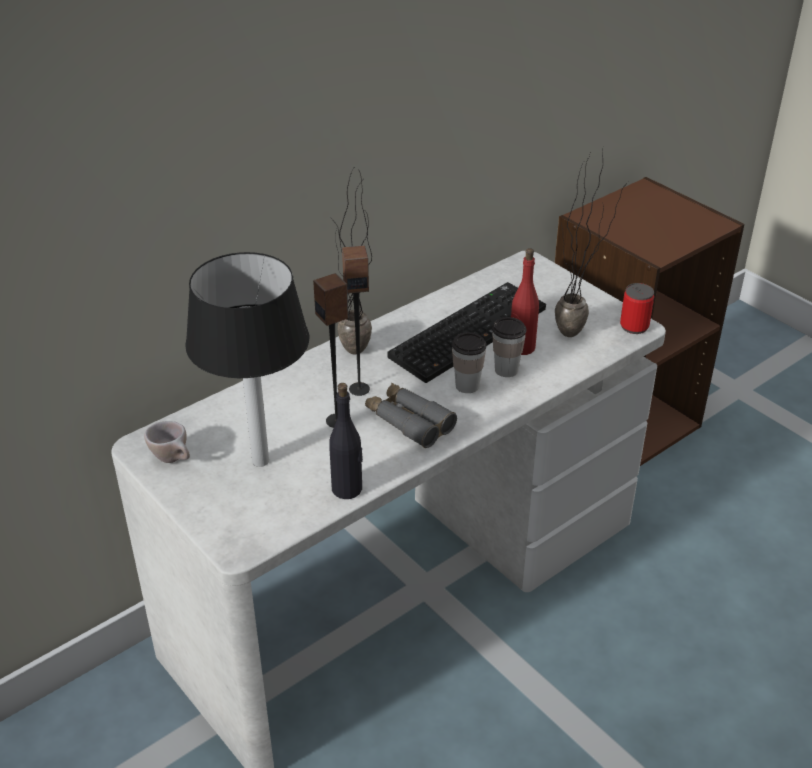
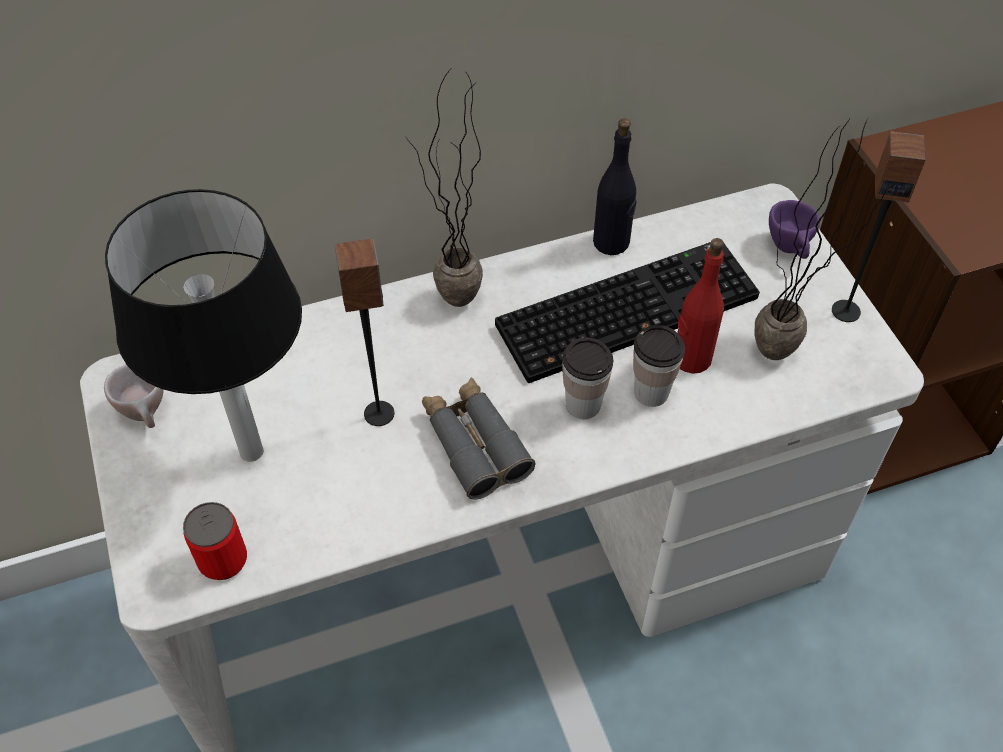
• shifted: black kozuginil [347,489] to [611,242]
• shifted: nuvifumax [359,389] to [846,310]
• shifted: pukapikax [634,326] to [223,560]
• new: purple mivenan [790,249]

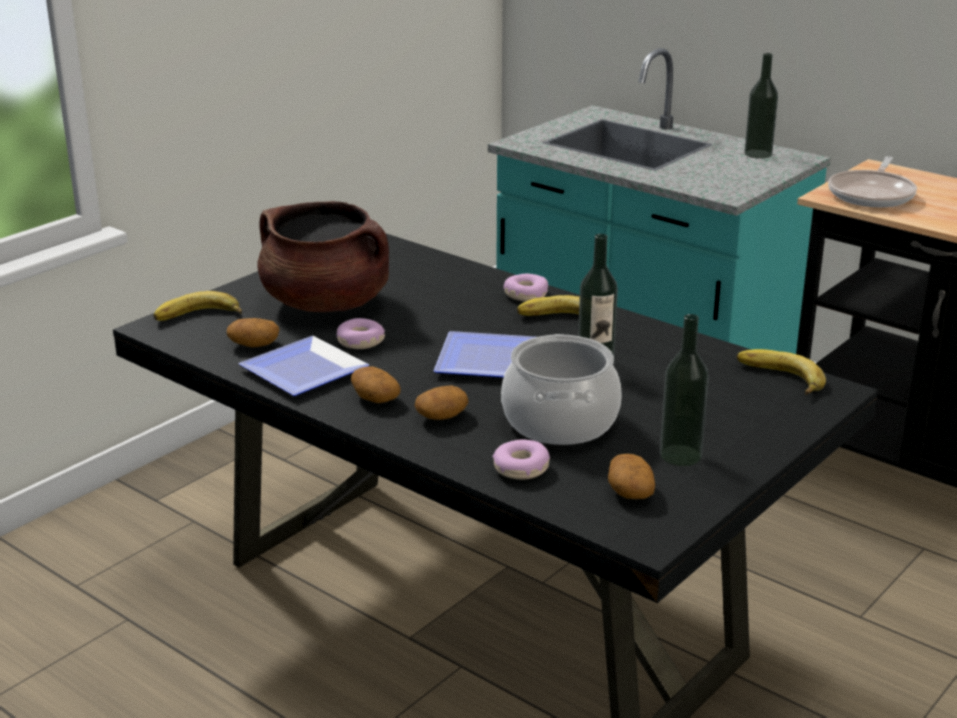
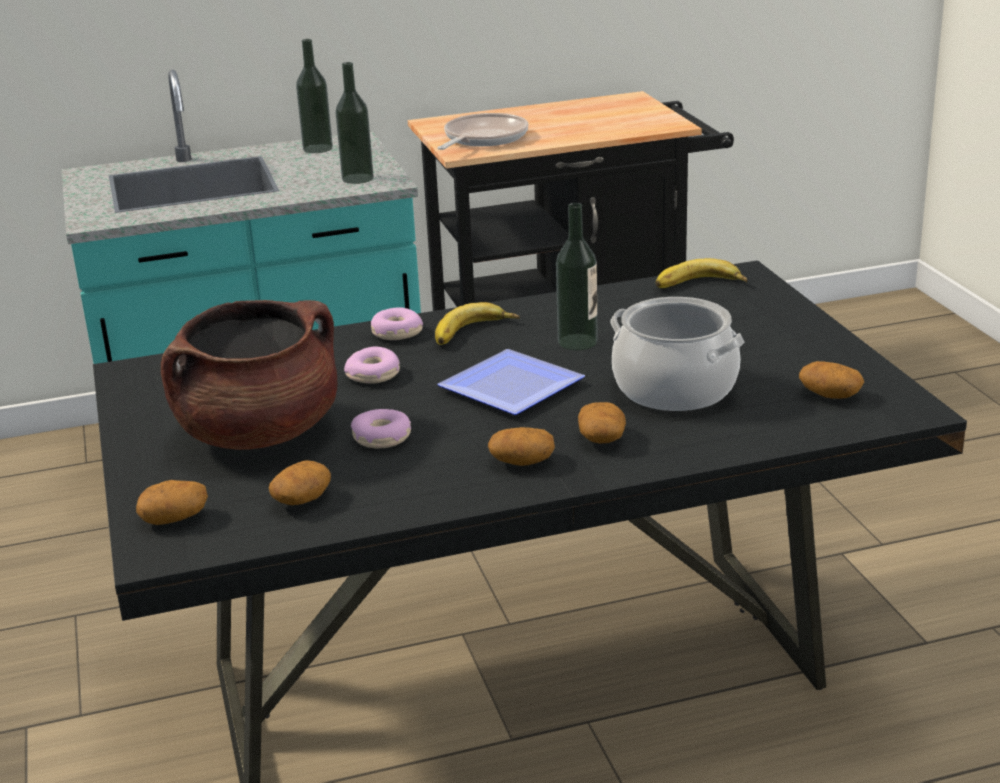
• swapped: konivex [199,317] to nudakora [175,517]
• gone: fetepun [308,371]
• shifted: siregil [521,469] to [374,375]
• shifted: kozuginil [680,455] to [357,178]
• rotated: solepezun [872,194] = [483,139] 120 degrees counterclockwise

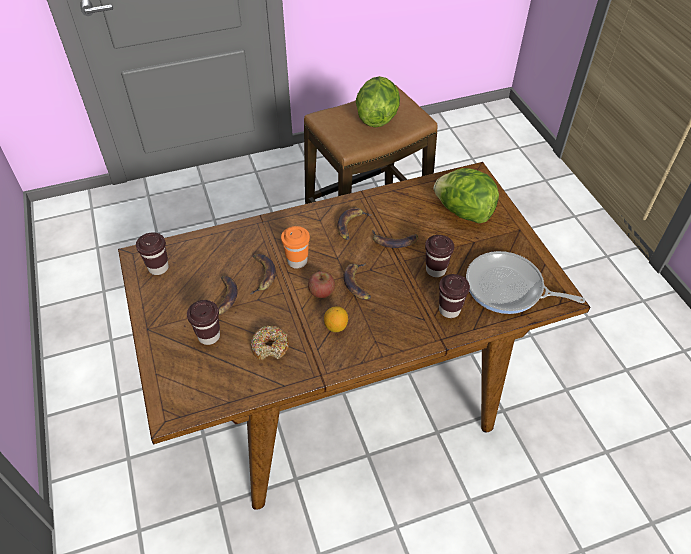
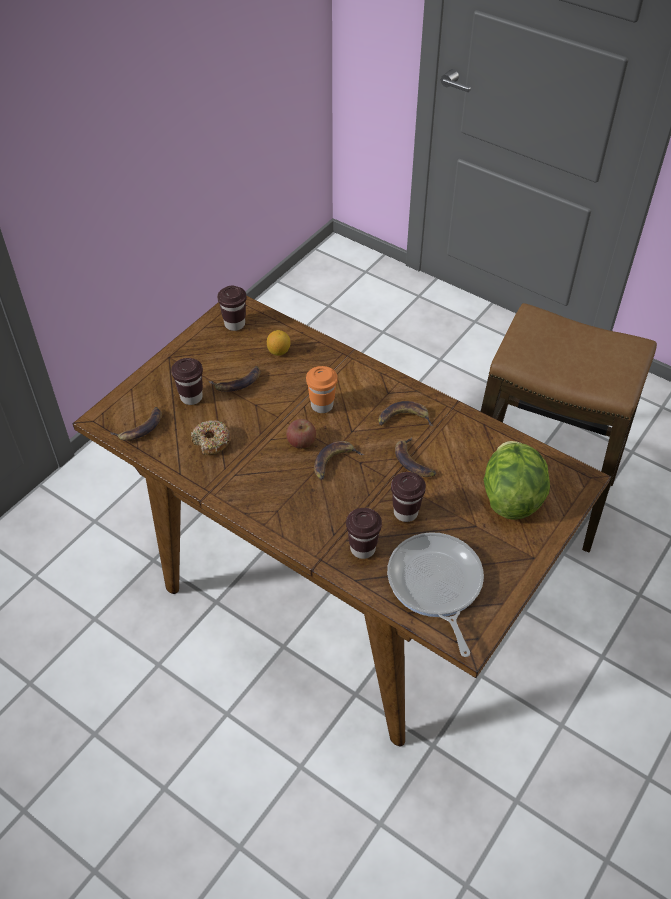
• shifted: konivex [262,274] to [141,428]
• shifted: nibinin [336,326] to [279,351]
• gone: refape [376,117]

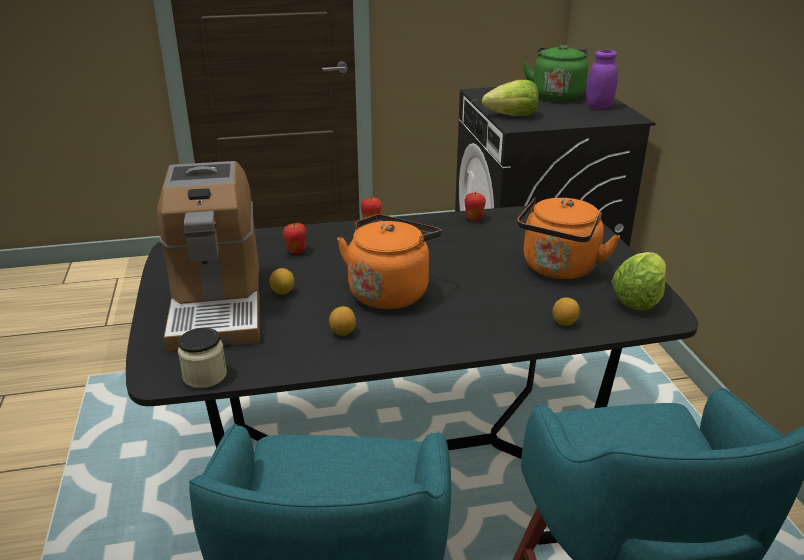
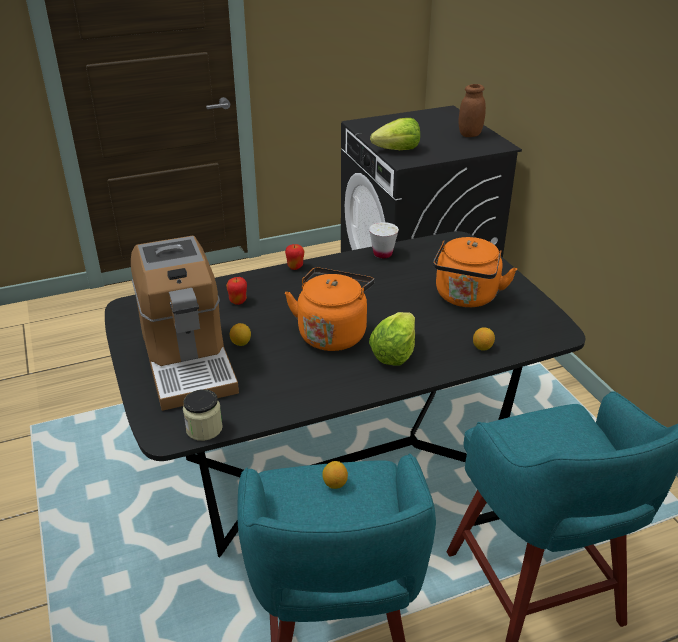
• shifted: nibinin [343,332] to [335,484]
• swapped: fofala [474,218] to white mivenan [382,254]
• gone: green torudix [557,95]
• repainted: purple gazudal [599,107] to brown gazudal [470,134]
• shifted: refape [638,299] to [394,353]

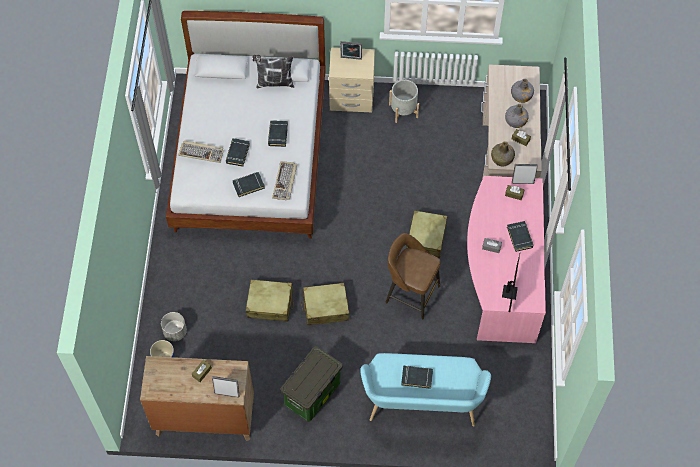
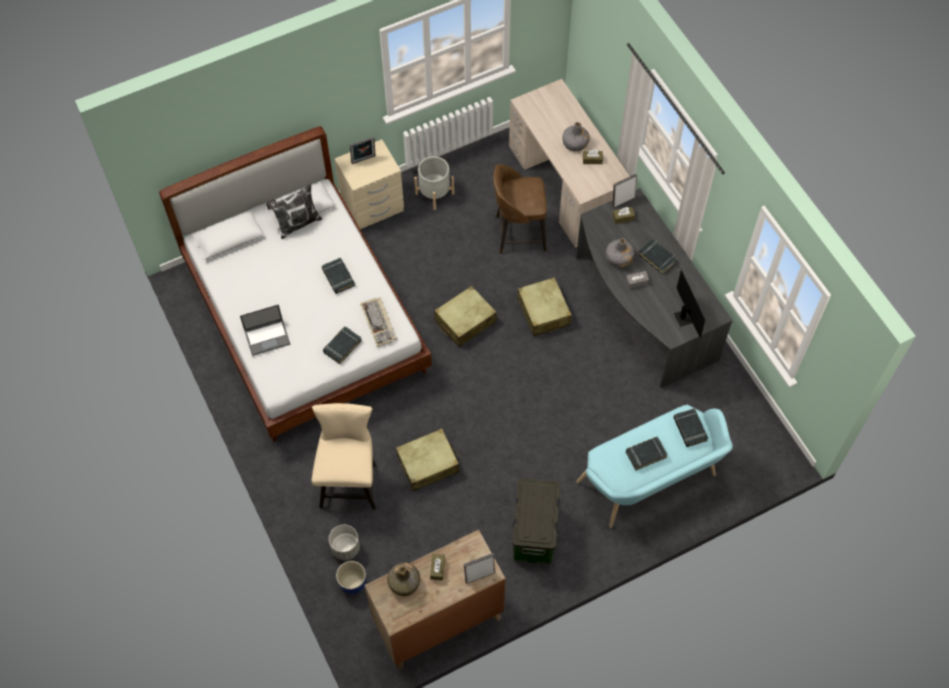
• swapped: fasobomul [201,152] to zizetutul [267,336]
• shifted: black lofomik [237,153] to [689,429]
• shifted: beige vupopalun [325,308] to [465,321]
• shifted: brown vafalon [411,293] to [518,233]
• repainted: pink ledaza [501,274] to grey ledaza [641,310]
• shifted: green kozuginil [502,159] to [404,583]
• shifted: grey kozuginil [521,96] to [618,258]
• new: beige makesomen [349,480]

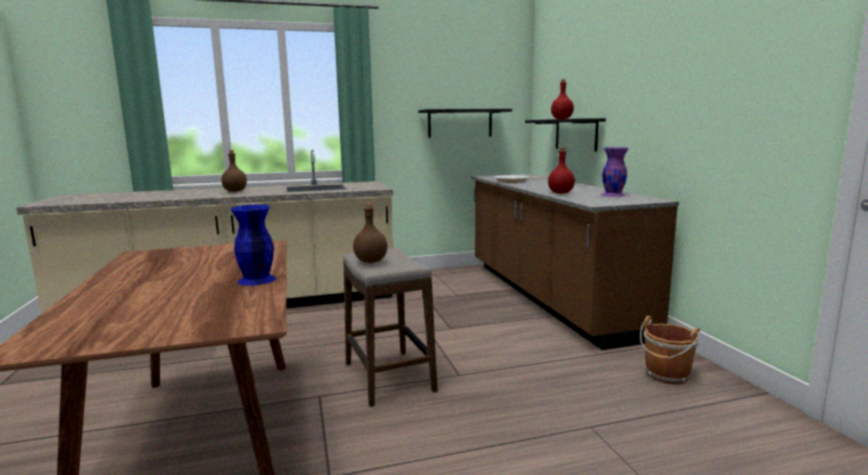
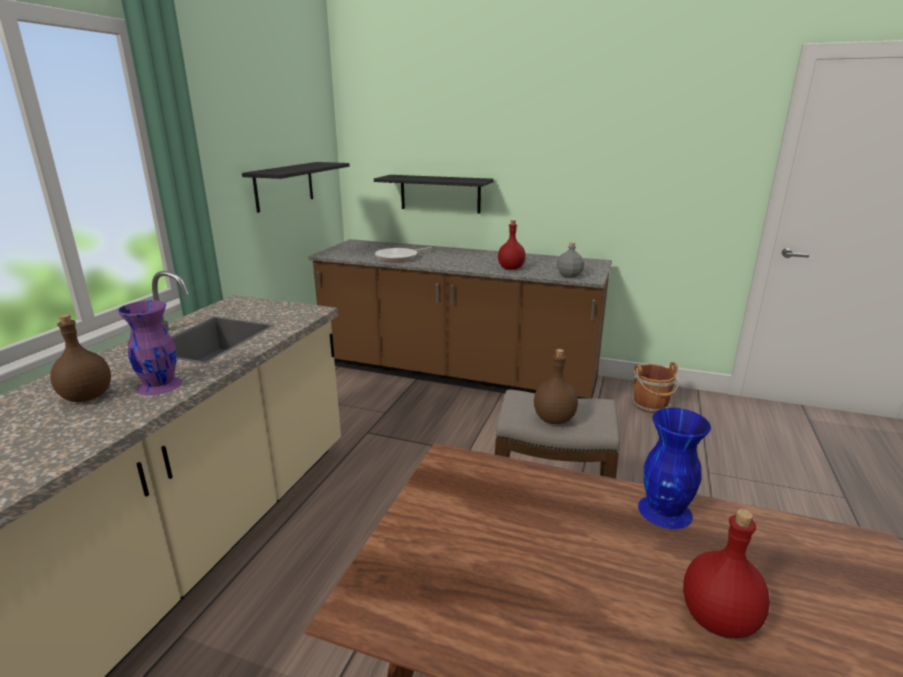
• shifted: red kozuginil [561,119] to [717,620]
• shifted: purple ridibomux [613,195] to [160,385]
• new: grey kozuginil [569,276]

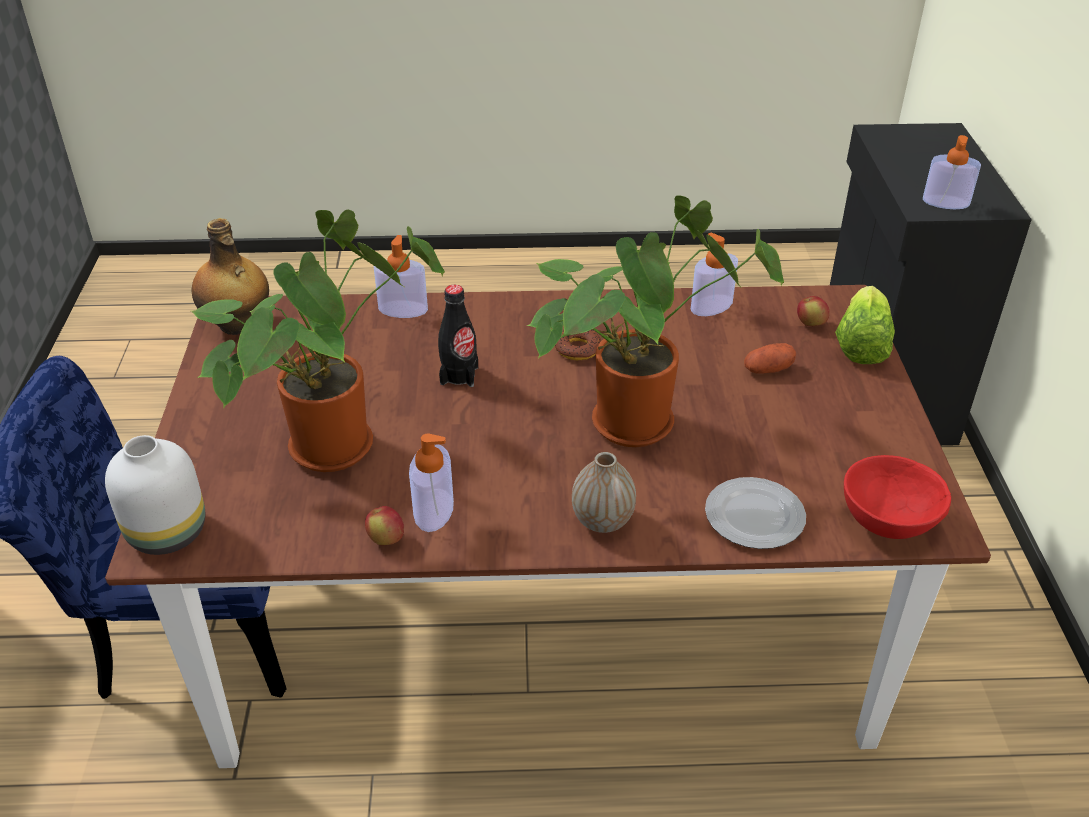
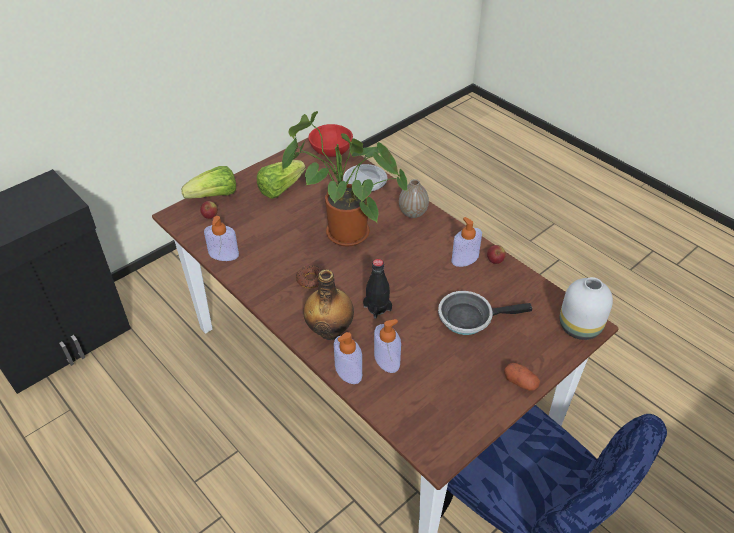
• swapped: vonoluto [335,441] to solepezun [469,317]
• shifted: kozuginil [237,325] to [330,330]
• shifted: nudakora [768,369] to [520,382]
• shifted: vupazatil [945,202] to [387,359]
• new: refape [280,188]

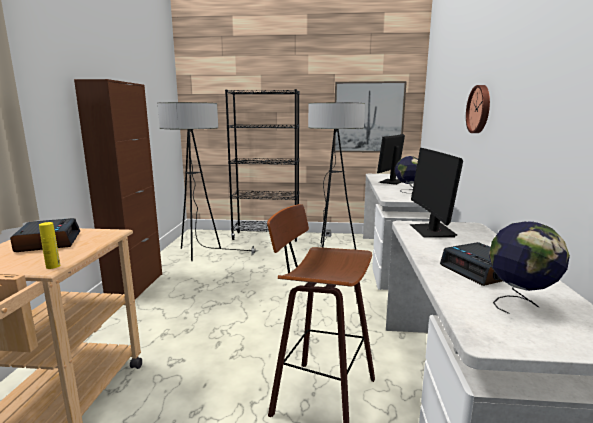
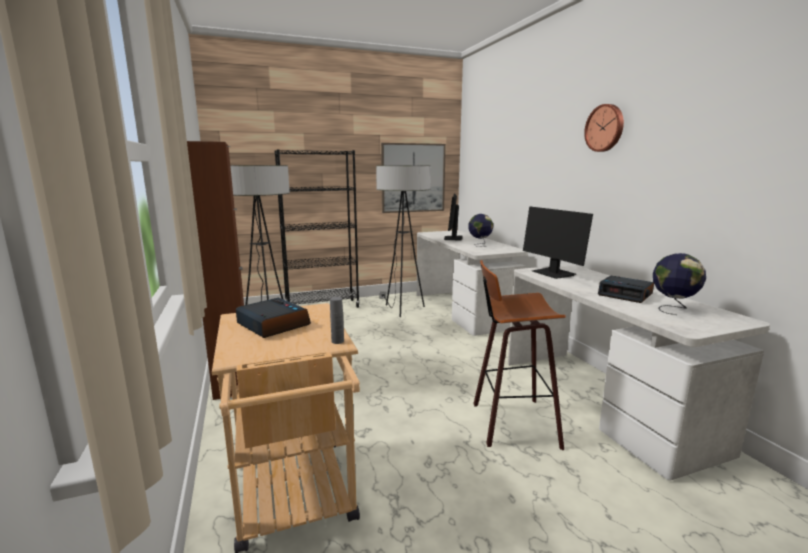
• repainted: yellow kozuginil [53,266] to grey kozuginil [337,341]
• shifted: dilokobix [480,109] to [605,128]

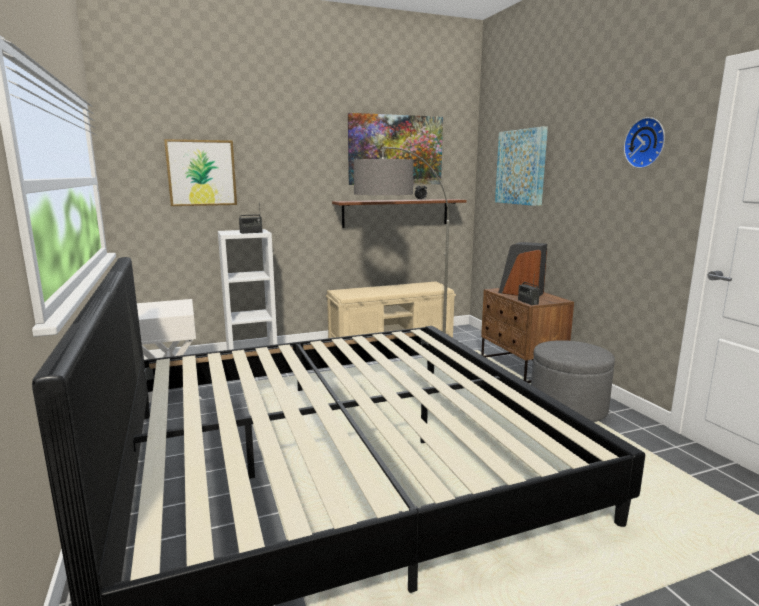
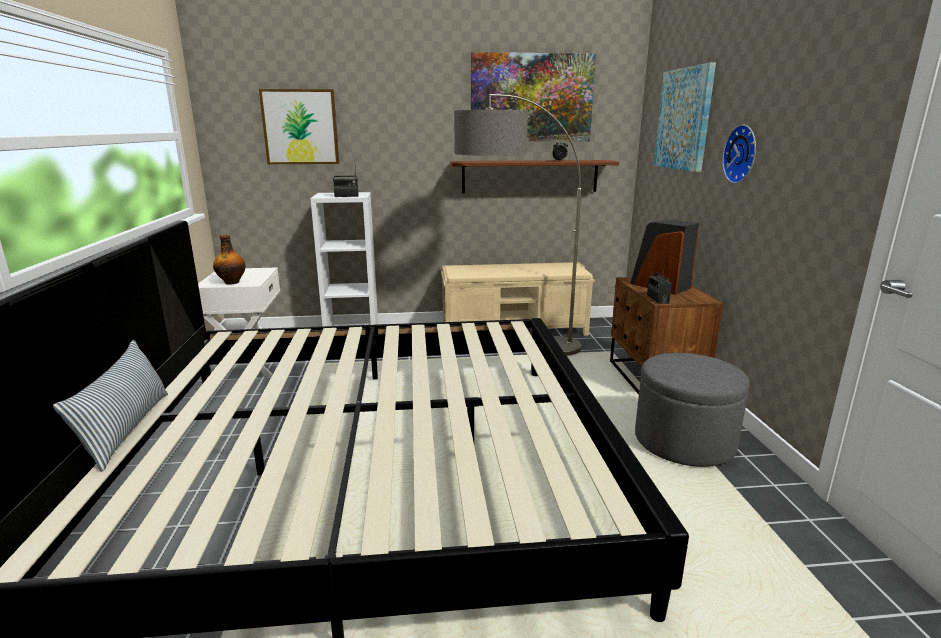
• shifted: dilokobix [646,143] to [743,154]
• new: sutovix [127,429]
• new: kozuginil [232,282]

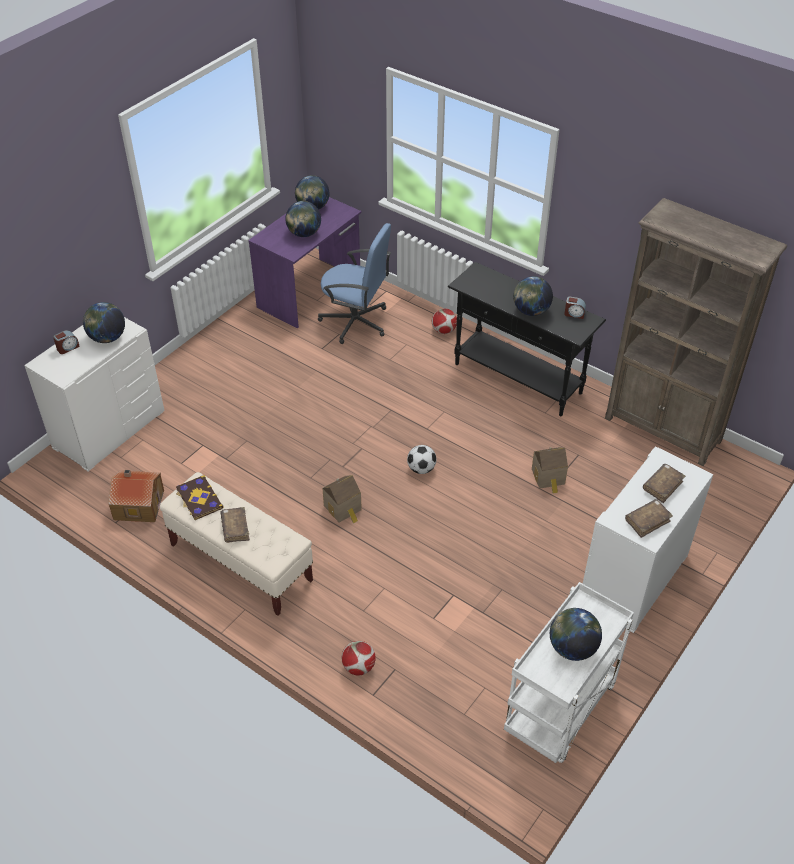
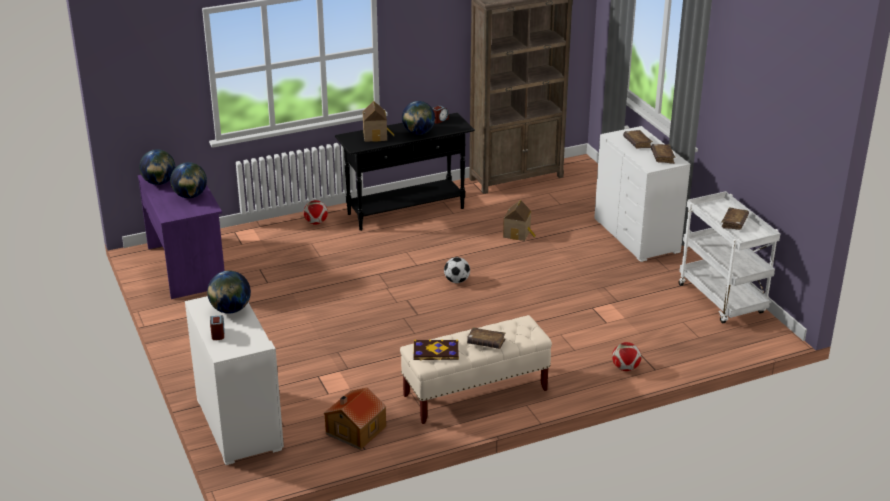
• gone: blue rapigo [356,322]
• shifted: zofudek [344,509] to [376,136]
• swapped: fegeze [572,648] to brown lofomik [734,223]

